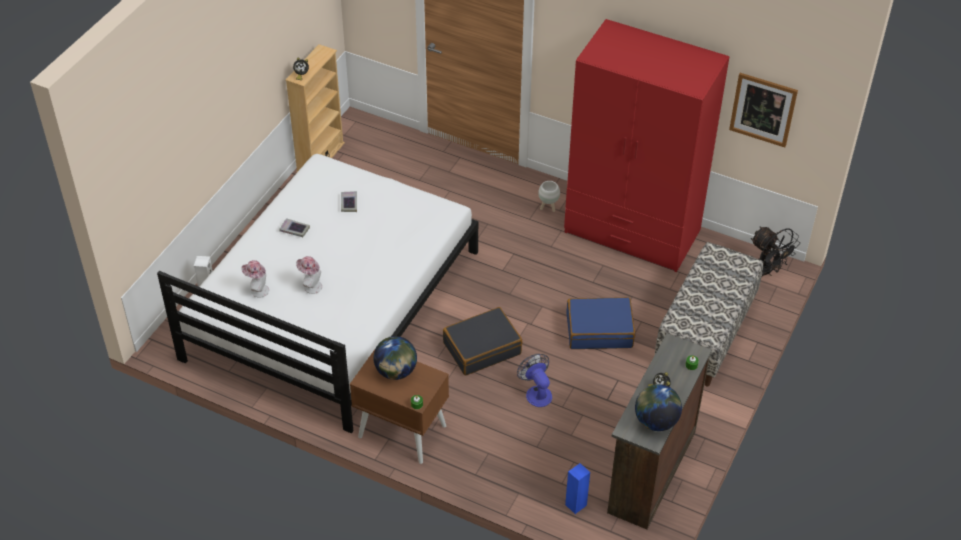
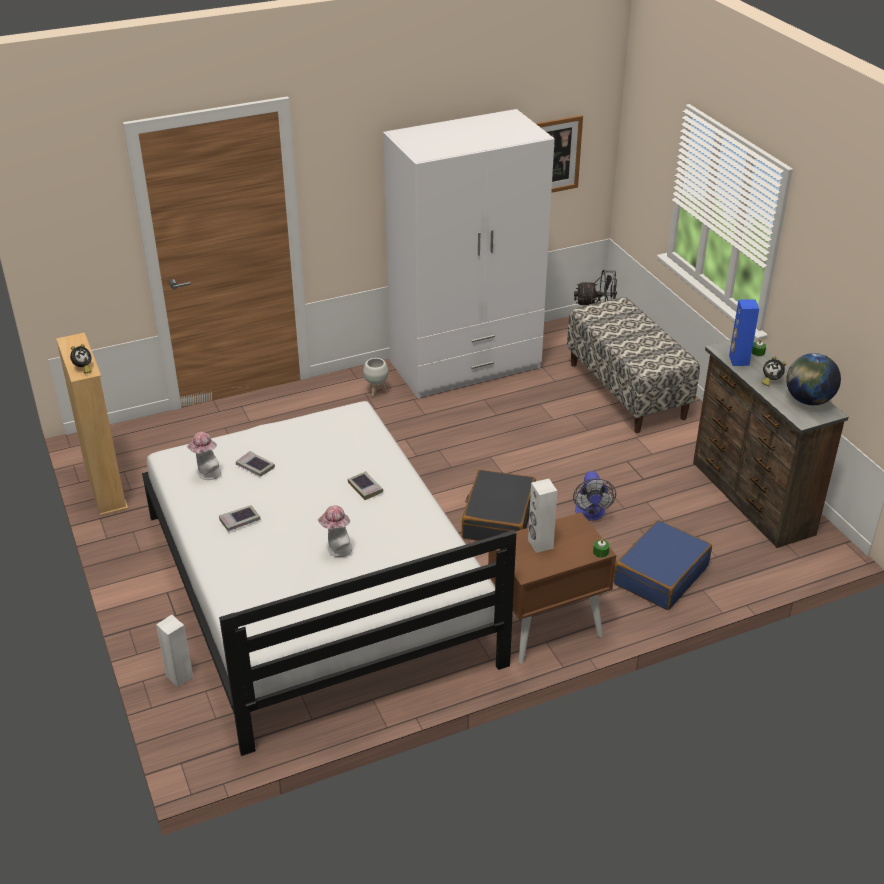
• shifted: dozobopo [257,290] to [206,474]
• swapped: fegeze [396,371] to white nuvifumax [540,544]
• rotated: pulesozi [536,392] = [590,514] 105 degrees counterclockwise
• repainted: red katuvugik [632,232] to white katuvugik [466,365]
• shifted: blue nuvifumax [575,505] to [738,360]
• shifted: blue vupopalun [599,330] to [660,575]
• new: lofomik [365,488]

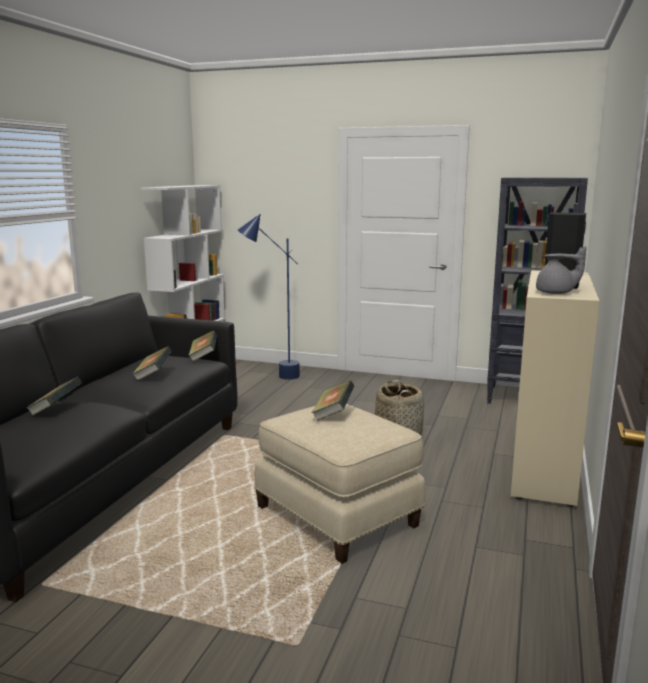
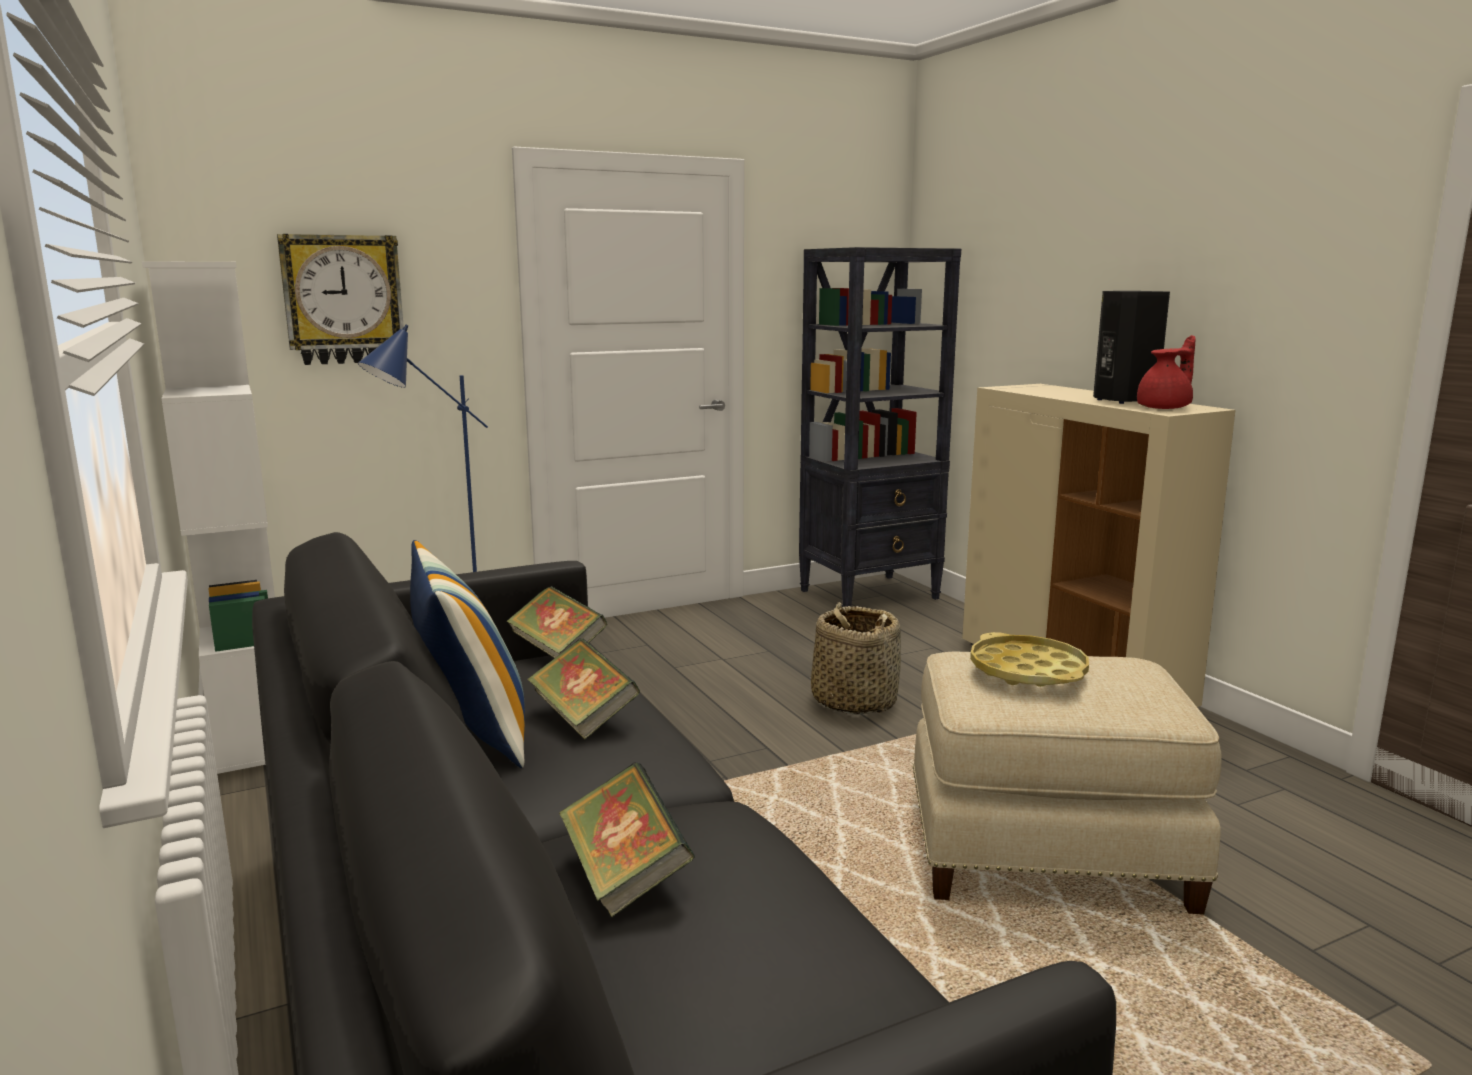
• swapped: lofomik [333,414] to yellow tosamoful [1027,671]
• repainted: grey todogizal [556,293] to red todogizal [1165,408]
• new: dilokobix [343,299]
• new: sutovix [472,731]

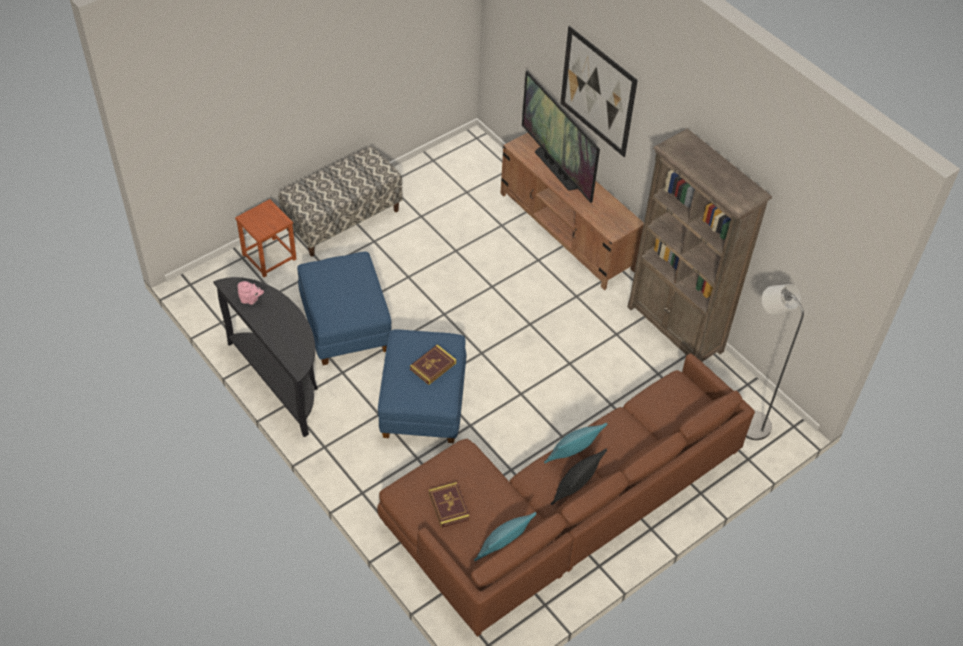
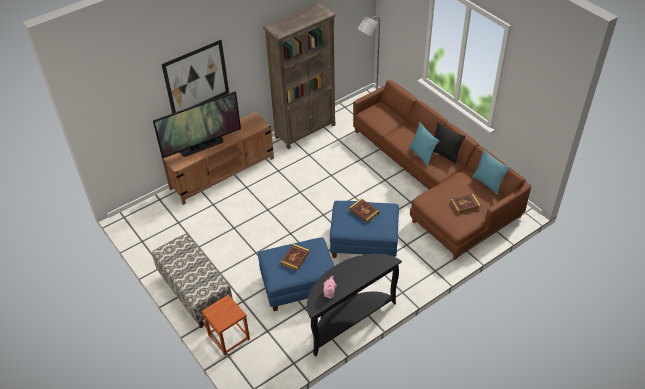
• new: lofomik [295,258]

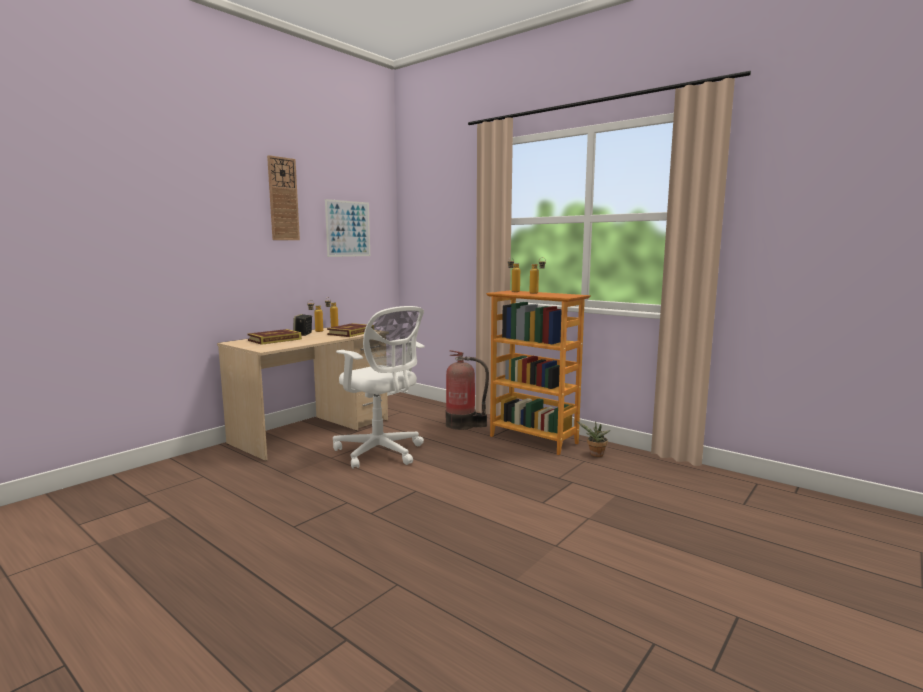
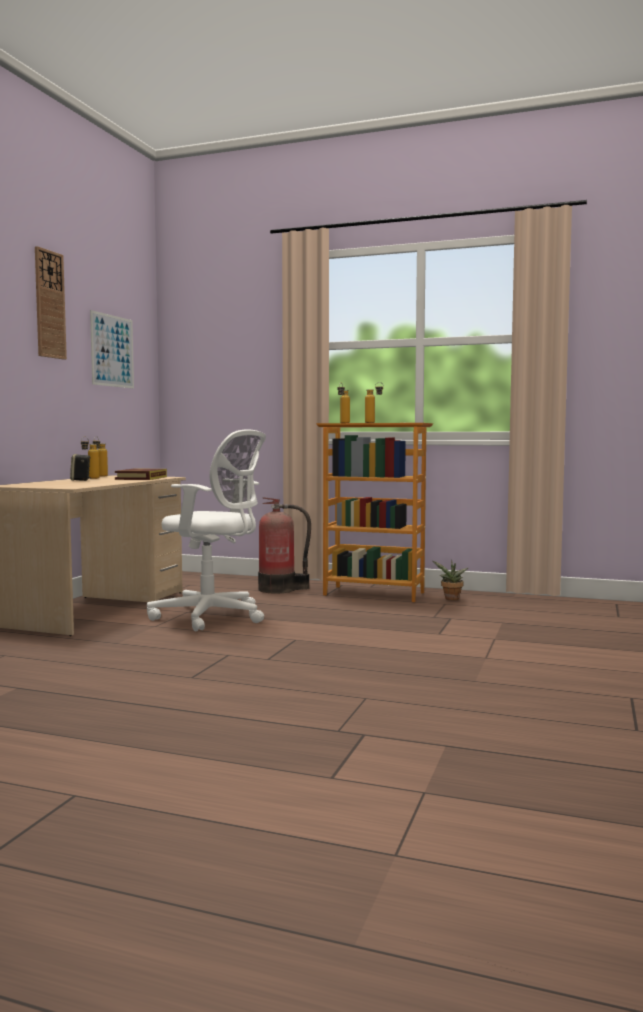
• gone: lofomik [275,340]

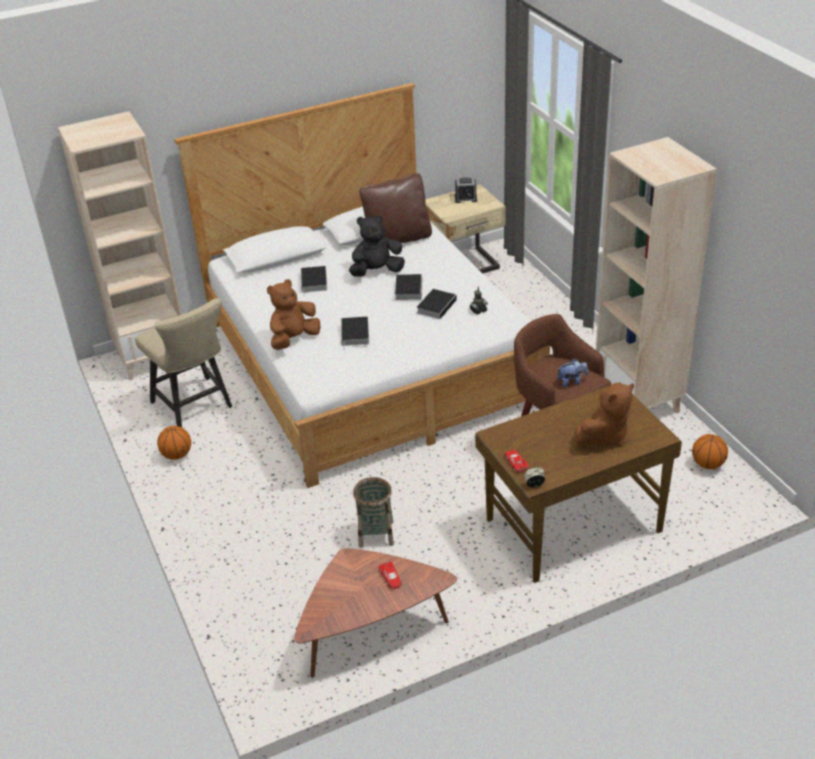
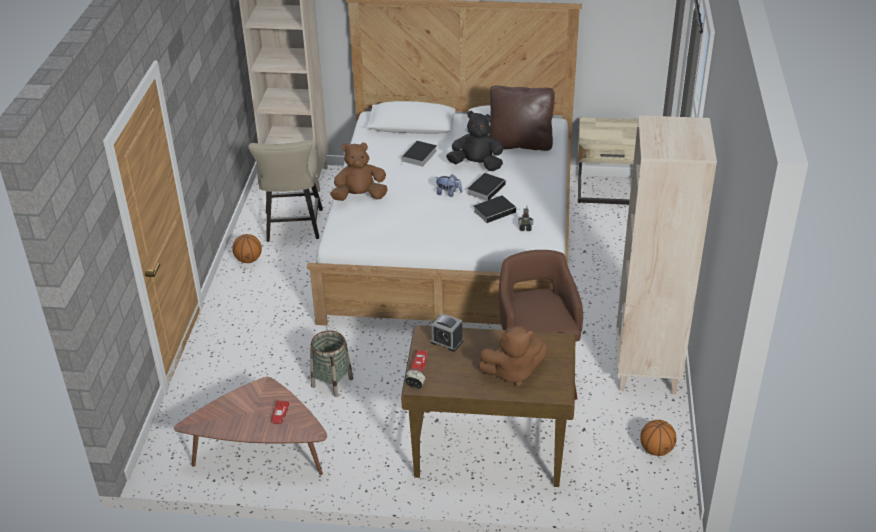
• gone: lofomik [355,334]
• shifted: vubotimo [465,198] to [447,341]
• shifted: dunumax [571,381] to [448,193]

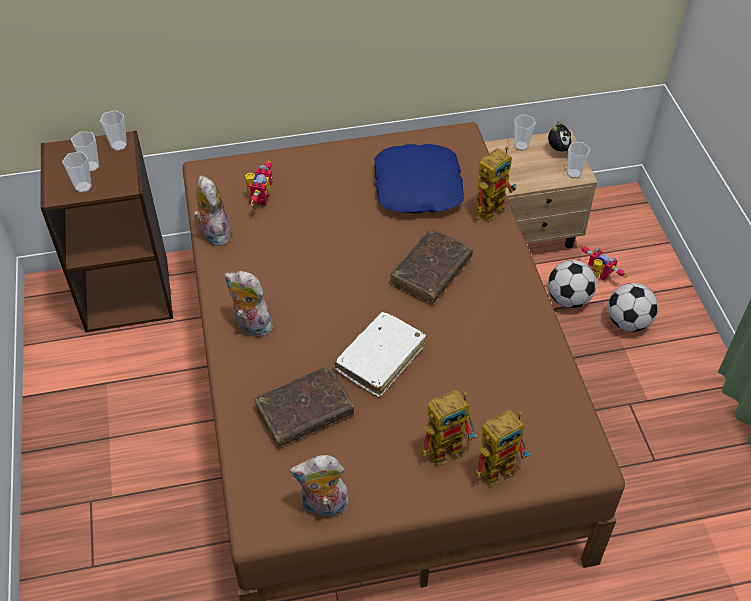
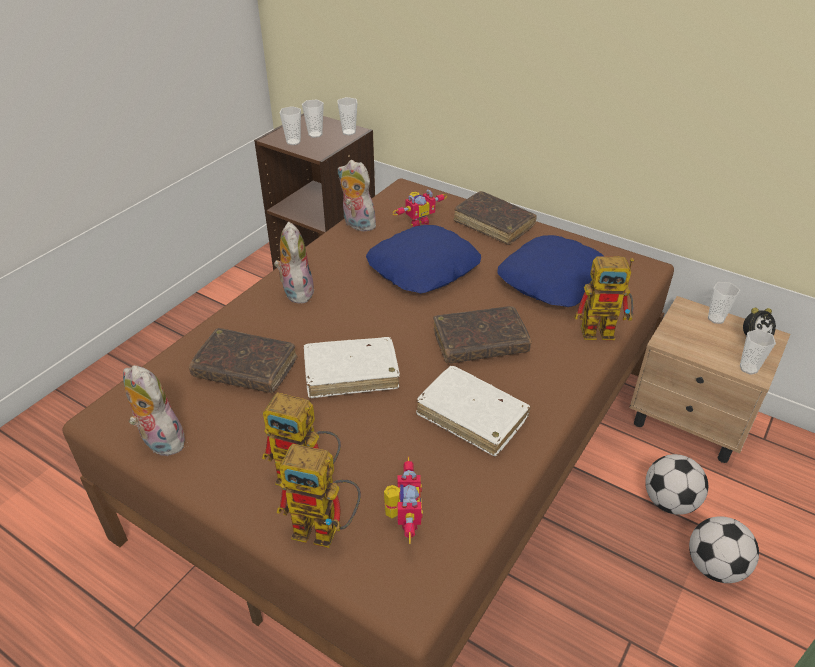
• rotated: dunumax [213,233] = [357,224] 75 degrees counterclockwise
• shifted: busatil [597,276] to [403,519]
• new: blue sutovix [424,268]
• new: white lofomik [472,417]
• new: brown lofomik [493,224]

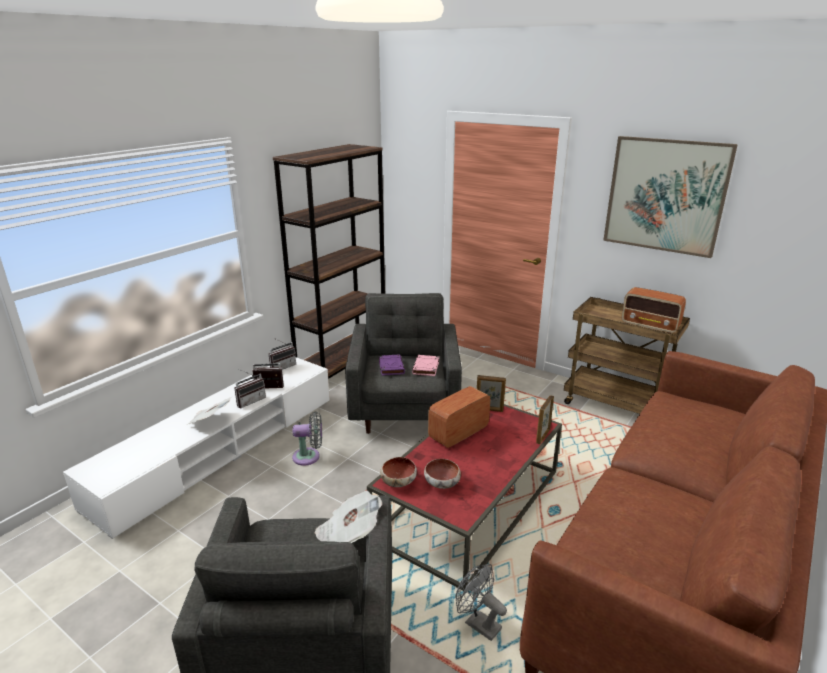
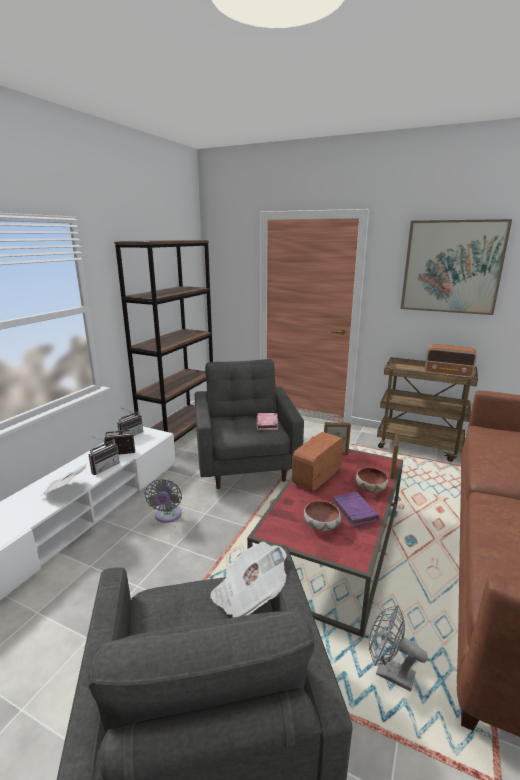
• rotated: grey pulesozi [309,457] = [167,516] 105 degrees clockwise
• shifted: purple lofomik [391,367] to [354,511]
• shifted: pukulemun [398,481] to [370,488]

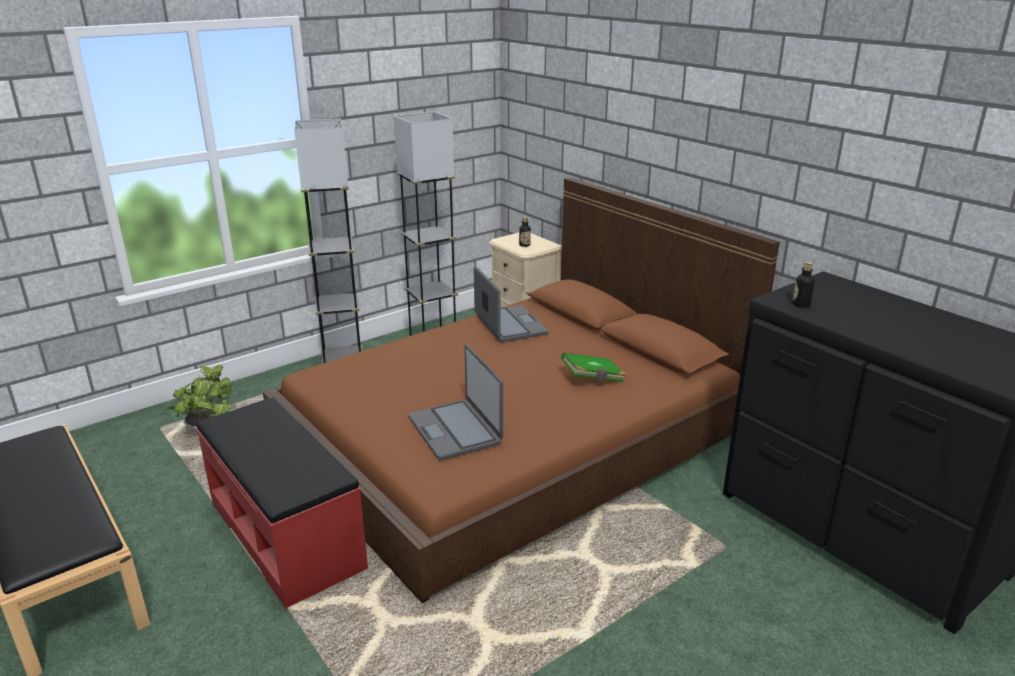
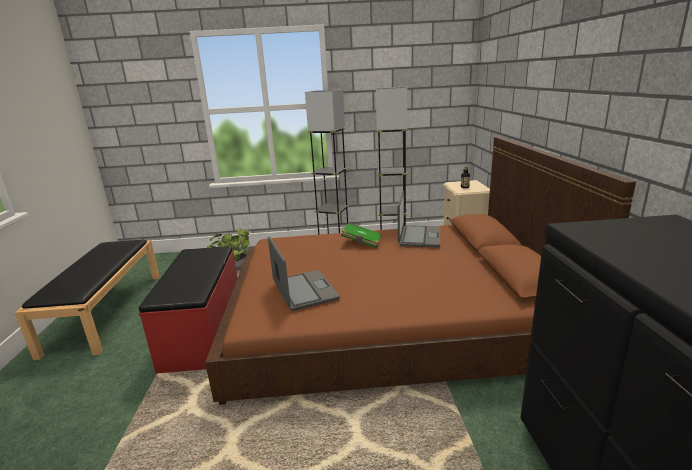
• rotated: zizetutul [455,430] = [304,291] 150 degrees clockwise
• shifted: green lofomik [593,378] to [361,242]
• gone: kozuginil [801,304]

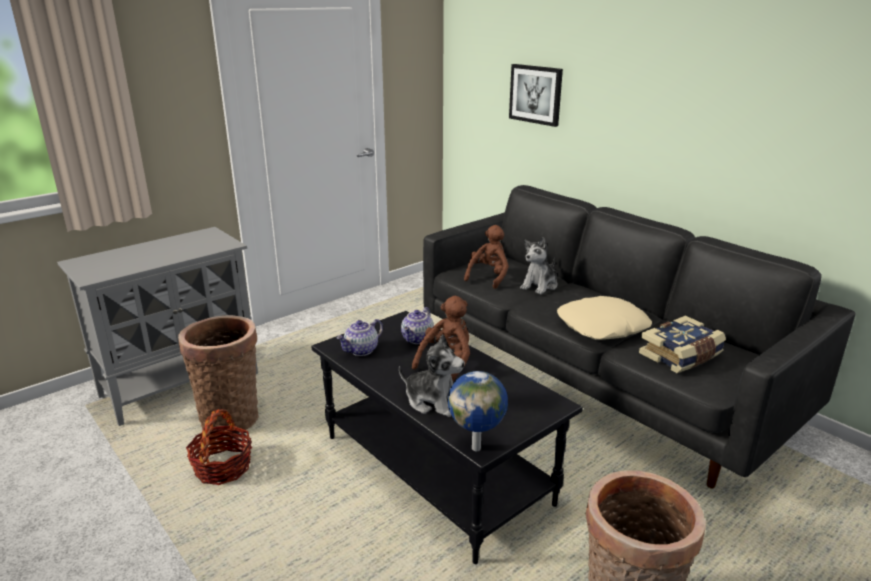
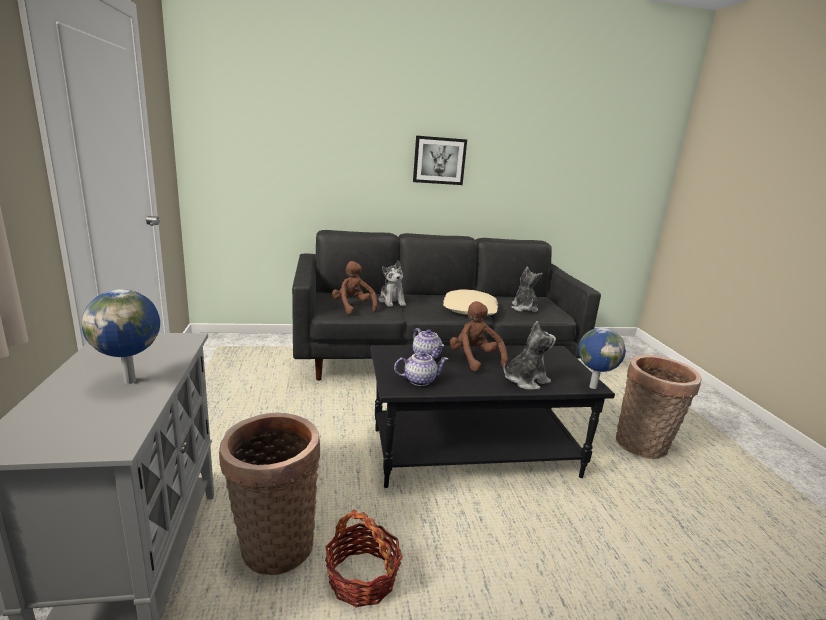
• rotated: todogizal [361,351] = [420,380] 90 degrees counterclockwise
• shifted: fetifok [536,94] to [439,160]
• swapped: lofomik [681,356] to dunumax [524,308]
• new: fegeze [131,380]

